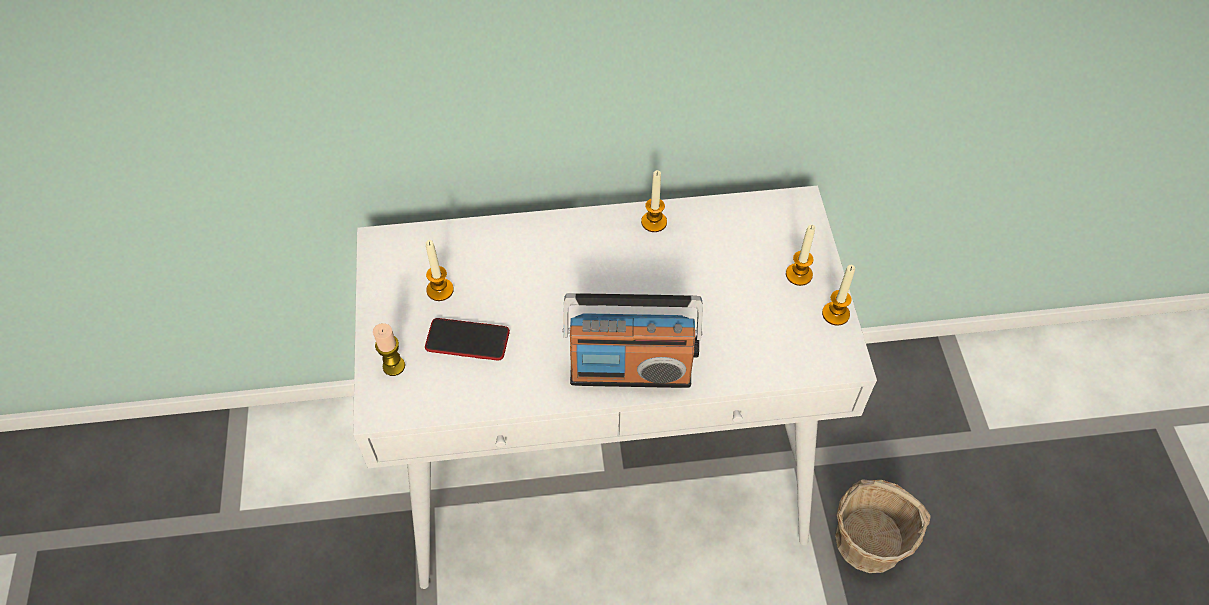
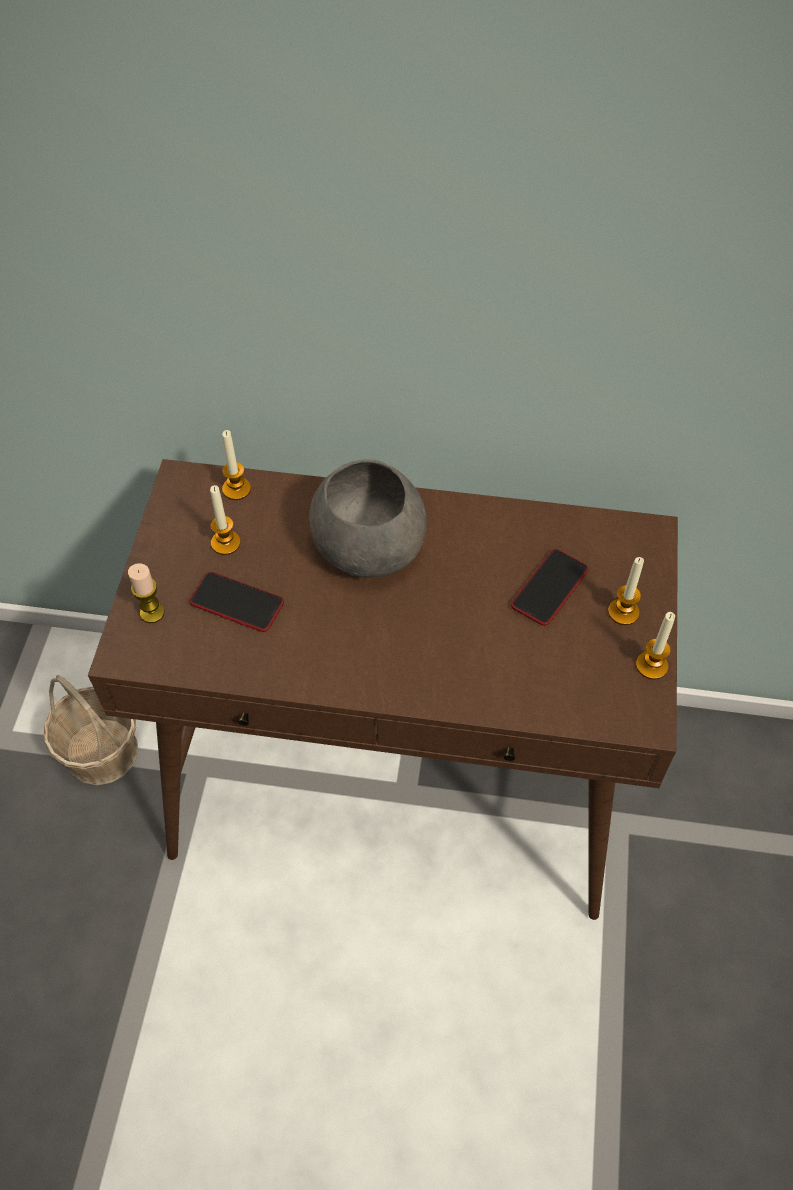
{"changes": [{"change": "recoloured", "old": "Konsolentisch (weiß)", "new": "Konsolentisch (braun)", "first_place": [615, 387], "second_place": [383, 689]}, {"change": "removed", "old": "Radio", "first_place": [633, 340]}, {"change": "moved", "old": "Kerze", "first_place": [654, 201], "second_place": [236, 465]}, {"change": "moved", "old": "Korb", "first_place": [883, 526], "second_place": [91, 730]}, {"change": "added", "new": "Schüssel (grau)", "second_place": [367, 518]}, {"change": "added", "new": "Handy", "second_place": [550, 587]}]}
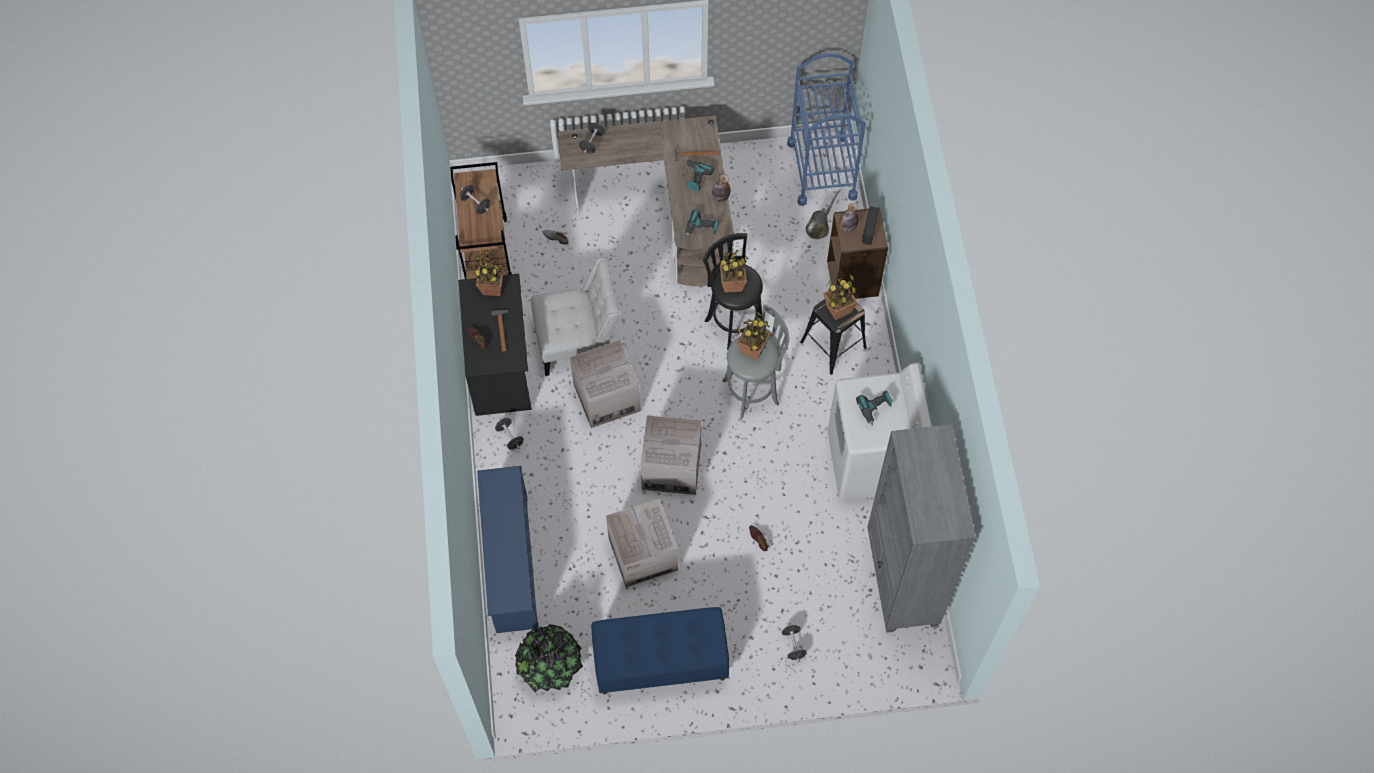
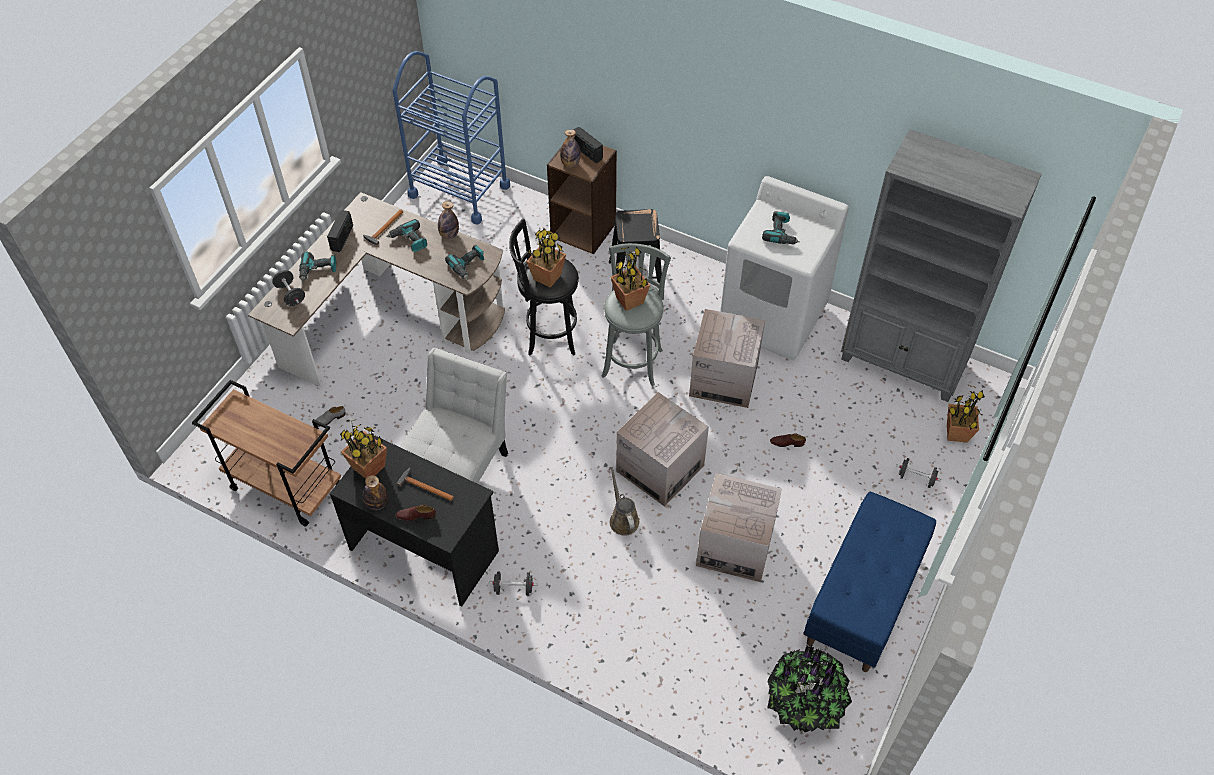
{"changes": [{"change": "removed", "old": "Hantel (schwarz)", "first_place": [475, 199]}, {"change": "removed", "old": "Schuhregal (blau)", "first_place": [508, 549]}, {"change": "moved", "old": "Karton", "first_place": [605, 384], "second_place": [727, 358]}, {"change": "moved", "old": "Gießkanne (braun)", "first_place": [823, 214], "second_place": [624, 501]}, {"change": "moved", "old": "Topfpflanze", "first_place": [840, 297], "second_place": [966, 413]}, {"change": "added", "new": "Bohrmaschine", "second_place": [317, 266]}, {"change": "added", "new": "Radio", "second_place": [340, 231]}, {"change": "added", "new": "Flasche", "second_place": [375, 492]}]}
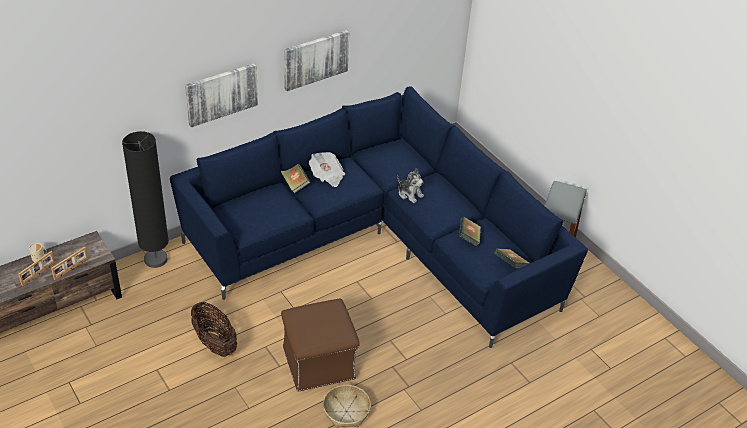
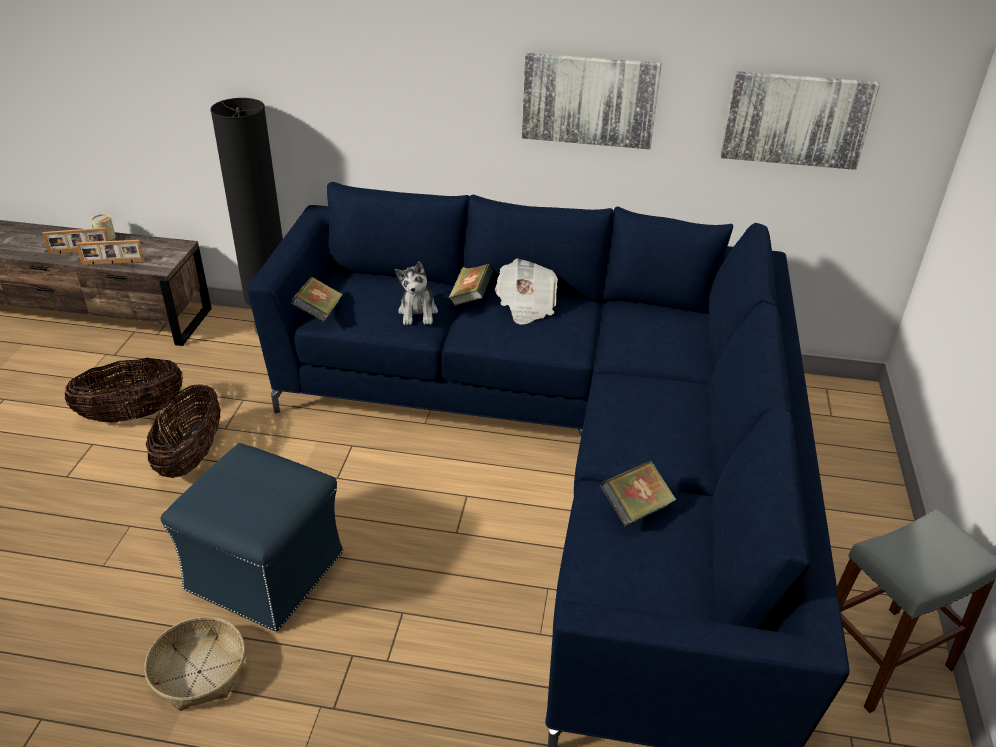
{"changes": [{"change": "moved", "old": "Bild", "first_place": [221, 95], "second_place": [800, 120]}, {"change": "recoloured", "old": "Polsterhocker (braun)", "new": "Polsterhocker (blau)", "first_place": [320, 344], "second_place": [252, 537]}, {"change": "moved", "old": "Plüschtier", "first_place": [410, 185], "second_place": [416, 293]}, {"change": "moved", "old": "Buch", "first_place": [512, 258], "second_place": [317, 299]}, {"change": "added", "new": "Korb", "second_place": [123, 390]}]}
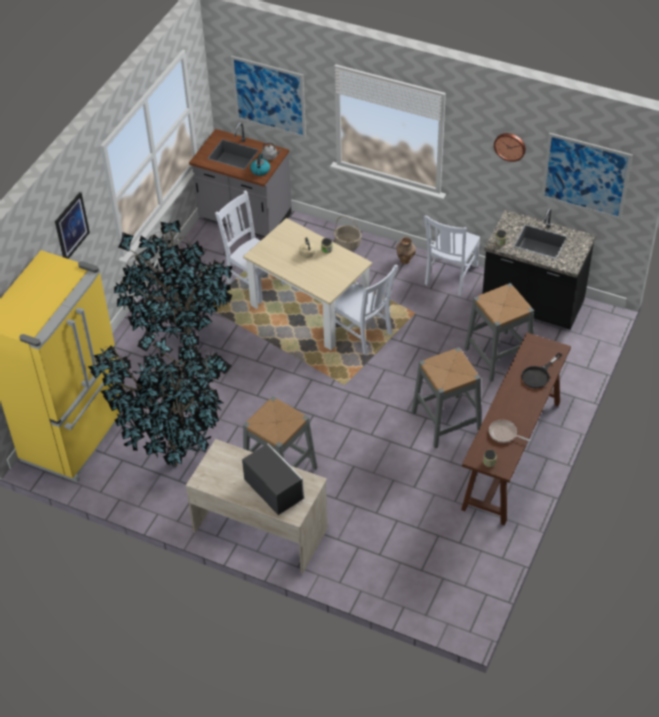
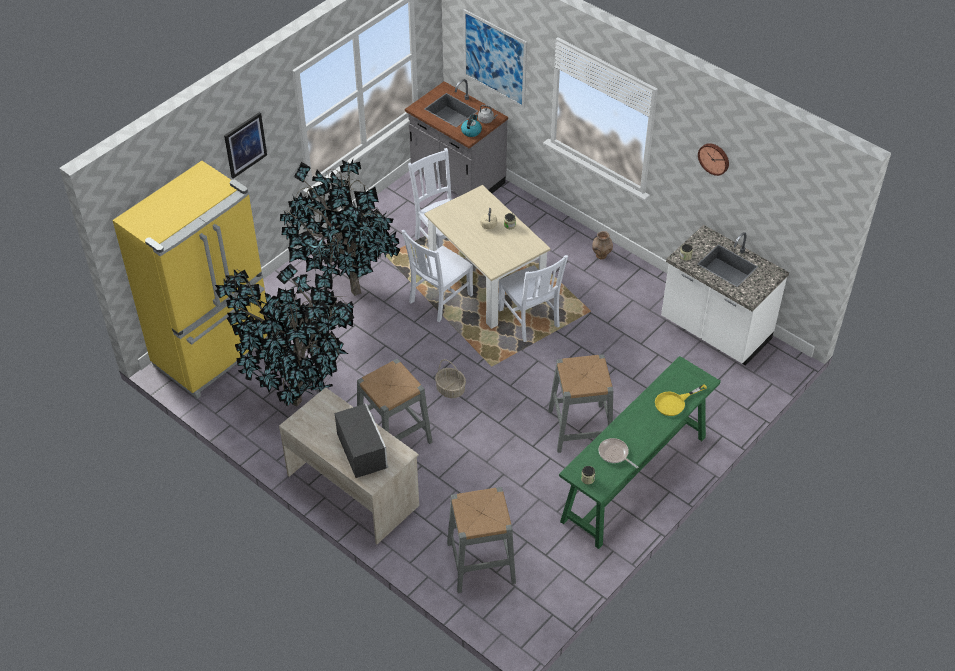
{"changes": [{"change": "moved", "old": "Korb", "first_place": [347, 233], "second_place": [450, 378]}, {"change": "moved", "old": "Stuhl (weiß)", "first_place": [452, 255], "second_place": [437, 276]}, {"change": "recoloured", "old": "Konsolentisch (braun)", "new": "Konsolentisch (grün)", "first_place": [516, 429], "second_place": [640, 452]}, {"change": "moved", "old": "Hocker (grau)", "first_place": [499, 332], "second_place": [481, 540]}, {"change": "recoloured", "old": "Küchenzeile (schwarz)", "new": "Küchenzeile (weiß)", "first_place": [539, 269], "second_place": [725, 295]}, {"change": "recoloured", "old": "Pfanne (schwarz)", "new": "Pfanne (gelb)", "first_place": [541, 370], "second_place": [681, 400]}, {"change": "removed", "old": "Bild", "first_place": [587, 176]}]}
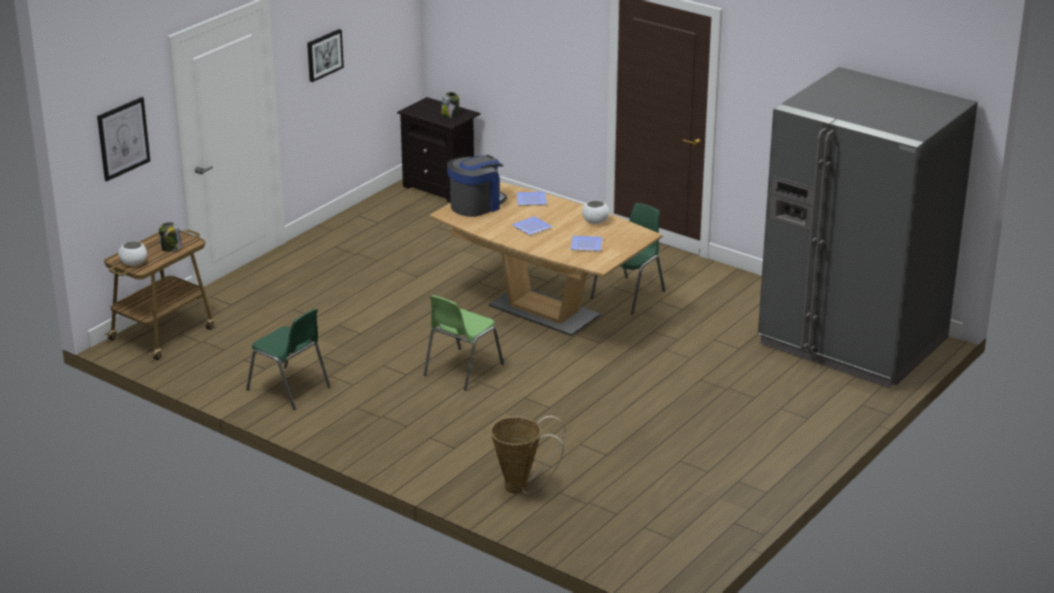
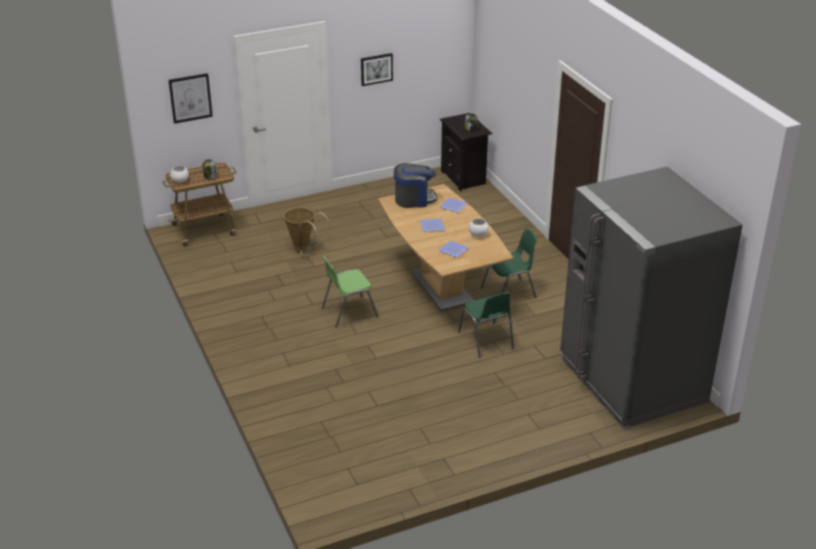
{"changes": [{"change": "moved", "old": "Stuhl (grün)", "first_place": [288, 359], "second_place": [486, 325]}, {"change": "moved", "old": "Korb", "first_place": [528, 455], "second_place": [306, 231]}]}
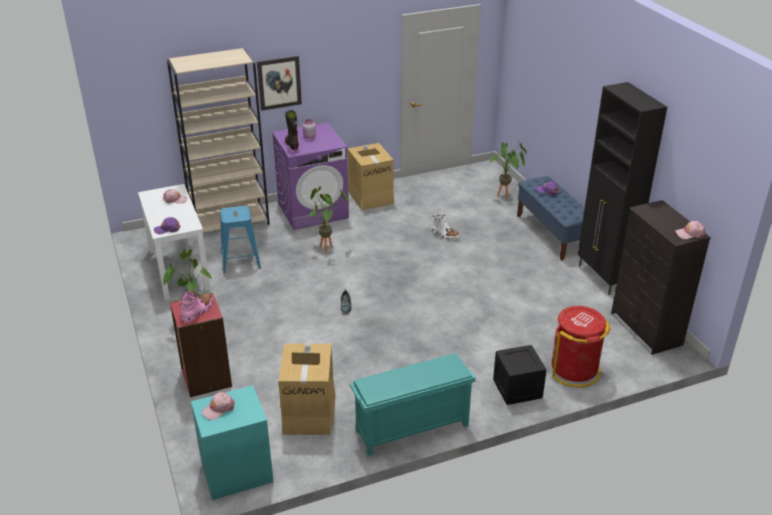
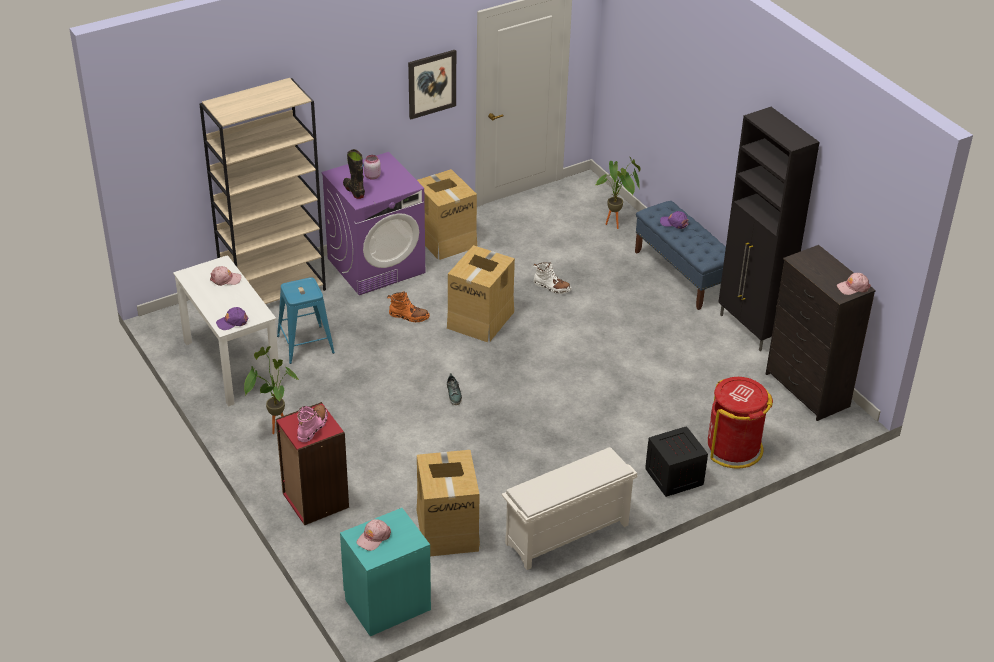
{"changes": [{"change": "moved", "old": "Bild", "first_place": [279, 83], "second_place": [432, 84]}, {"change": "replaced", "old": "Topfpflanze", "new": "Stiefel (orange)", "first_place": [329, 219], "second_place": [408, 306]}, {"change": "recoloured", "old": "Schuhregal (türkis)", "new": "Schuhregal (weiß)", "first_place": [413, 404], "second_place": [569, 508]}, {"change": "added", "new": "Karton", "second_place": [481, 293]}]}
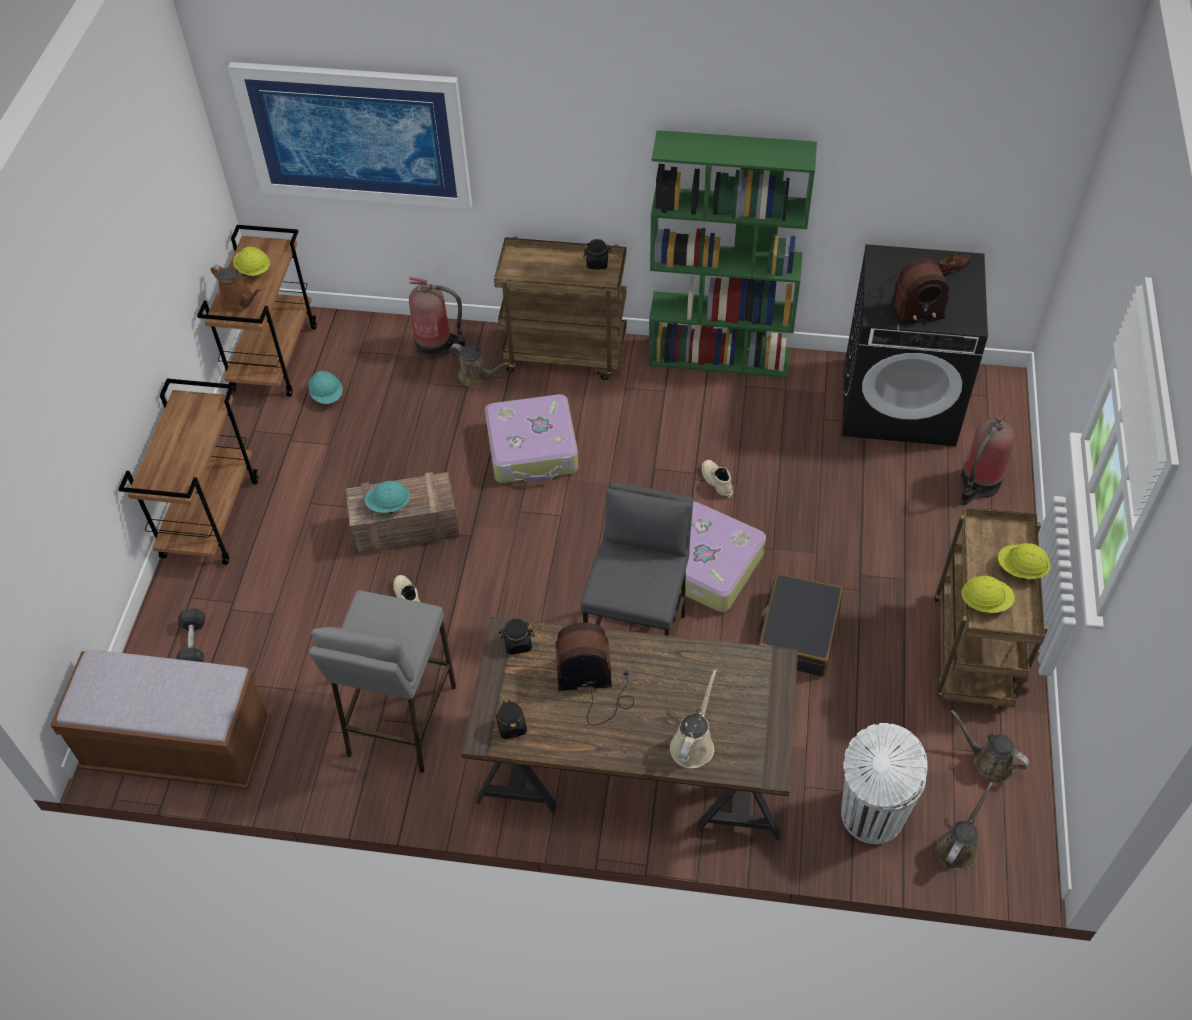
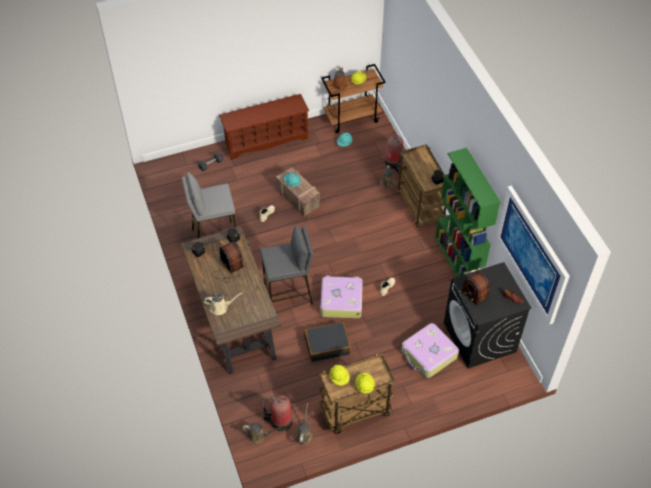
{"changes": [{"change": "removed", "old": "Bank (braun)", "first_place": [160, 719]}, {"change": "replaced", "old": "Rollwagen (braun)", "new": "Schuhregal (braun)", "first_place": [188, 472], "second_place": [264, 127]}, {"change": "moved", "old": "Bild", "first_place": [350, 135], "second_place": [533, 255]}, {"change": "moved", "old": "Koffer", "first_place": [531, 438], "second_place": [430, 350]}, {"change": "removed", "old": "Mülleimer (weiß)", "first_place": [884, 783]}, {"change": "moved", "old": "Feuerlöscher", "first_place": [987, 456], "second_place": [276, 413]}]}
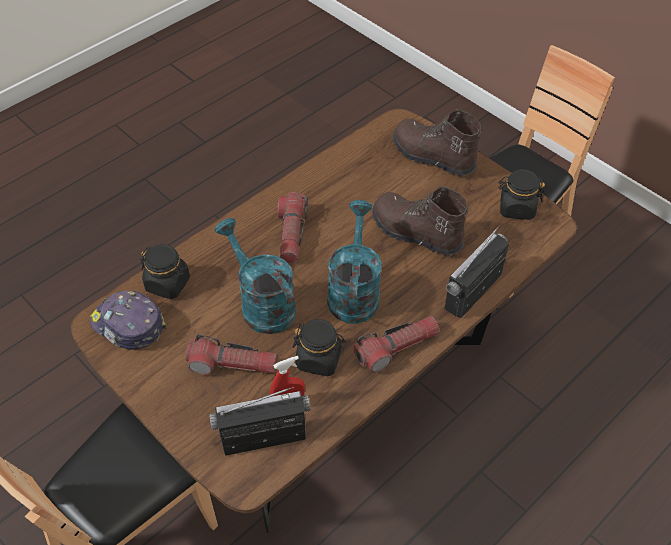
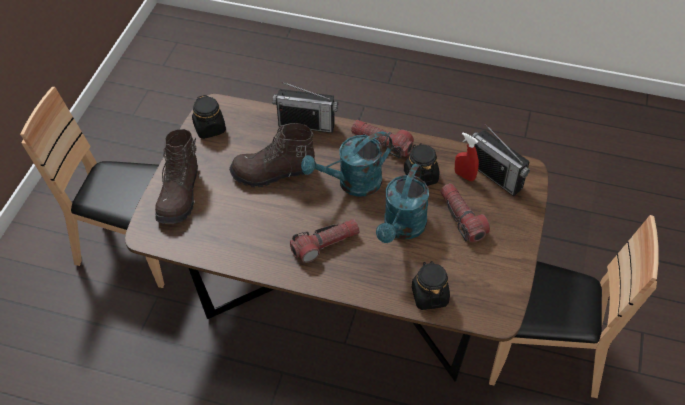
{"changes": [{"change": "removed", "old": "Kappe", "first_place": [128, 320]}, {"change": "turned", "old": "Stiefel (braun)", "first_place": [420, 221], "second_place": [272, 155], "degrees": 75}]}
